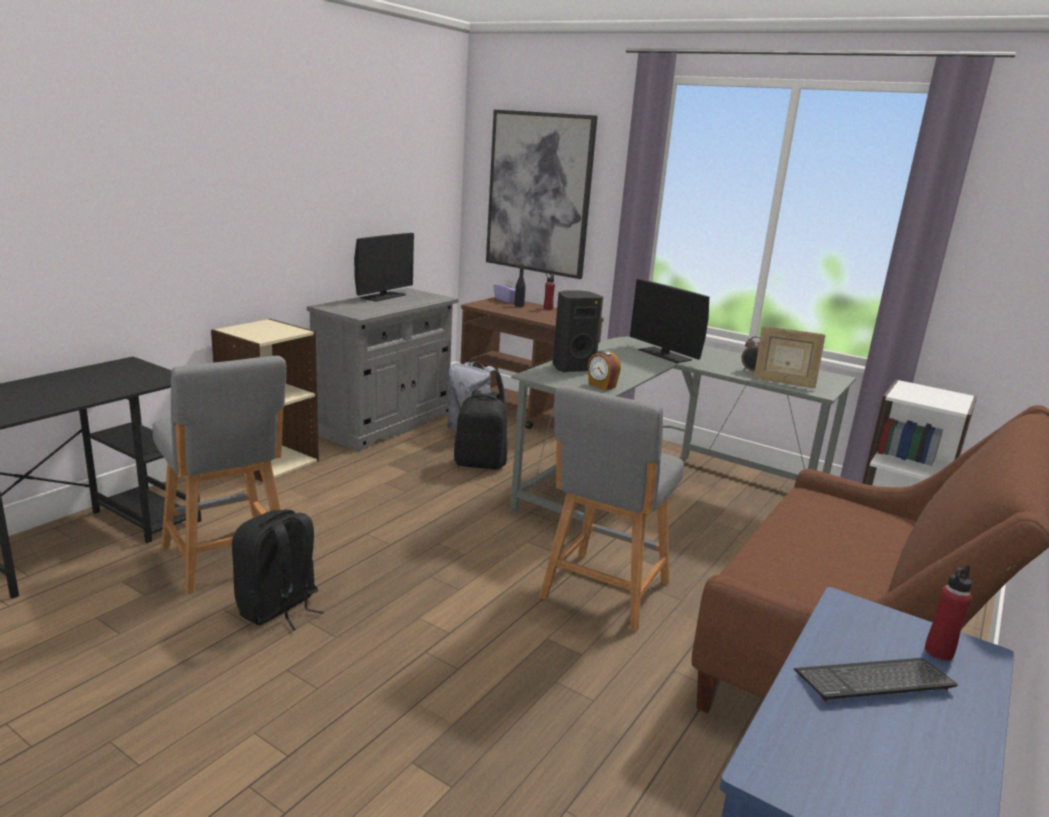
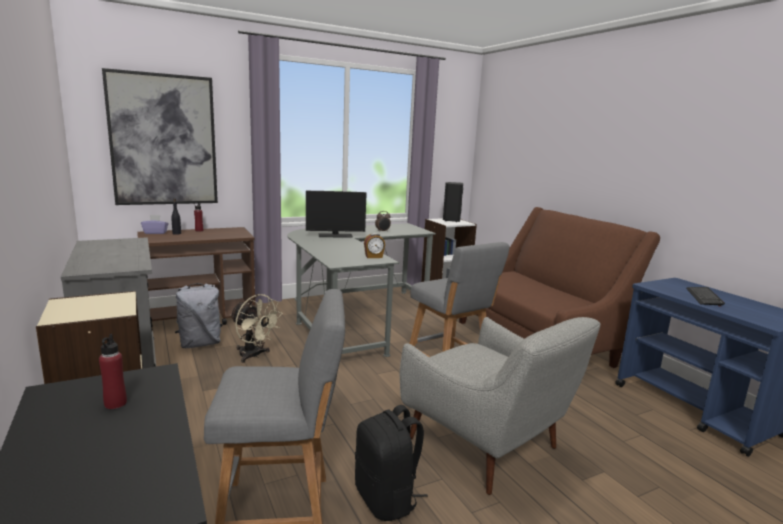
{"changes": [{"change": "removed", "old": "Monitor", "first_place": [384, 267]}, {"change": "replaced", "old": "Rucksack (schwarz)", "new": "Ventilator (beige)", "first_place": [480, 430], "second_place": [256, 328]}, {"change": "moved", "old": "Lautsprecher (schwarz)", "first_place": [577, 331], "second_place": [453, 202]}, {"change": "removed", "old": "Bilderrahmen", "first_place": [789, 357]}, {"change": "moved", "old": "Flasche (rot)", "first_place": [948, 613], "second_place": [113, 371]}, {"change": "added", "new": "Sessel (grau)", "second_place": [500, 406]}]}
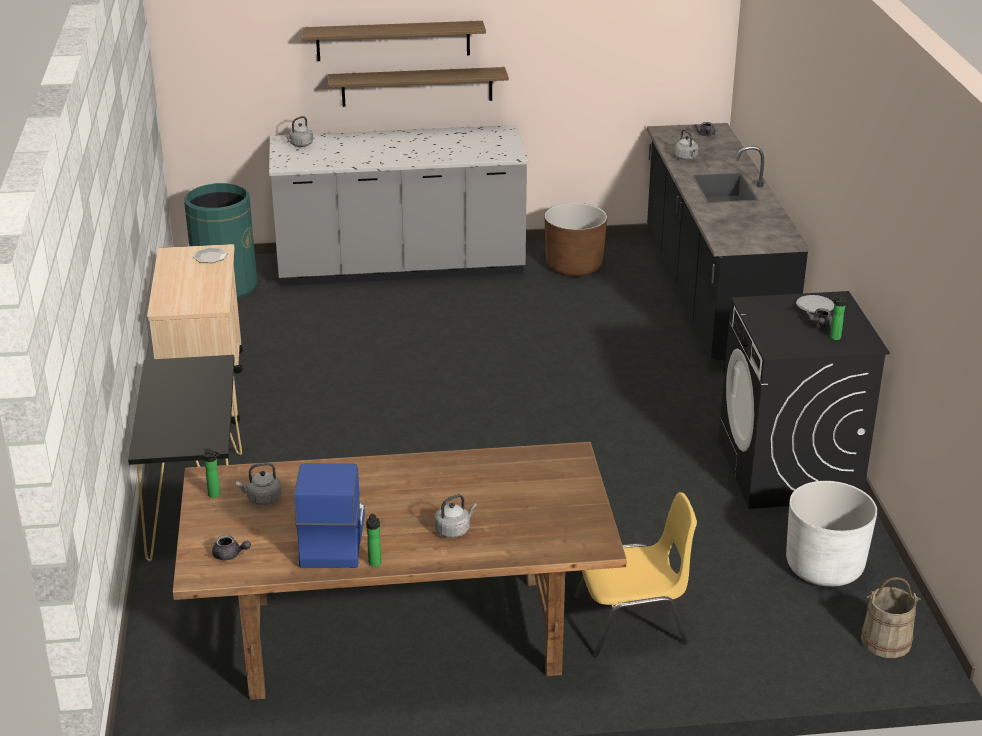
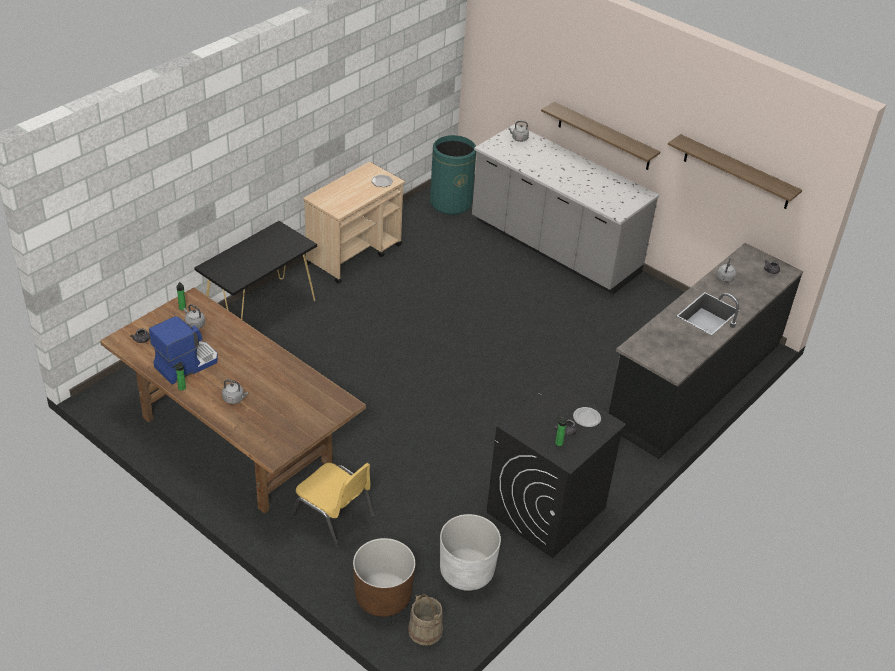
{"changes": [{"change": "moved", "old": "Wandregal", "first_place": [394, 41], "second_place": [735, 171]}, {"change": "moved", "old": "Pflanzkübel (braun)", "first_place": [576, 239], "second_place": [384, 577]}]}
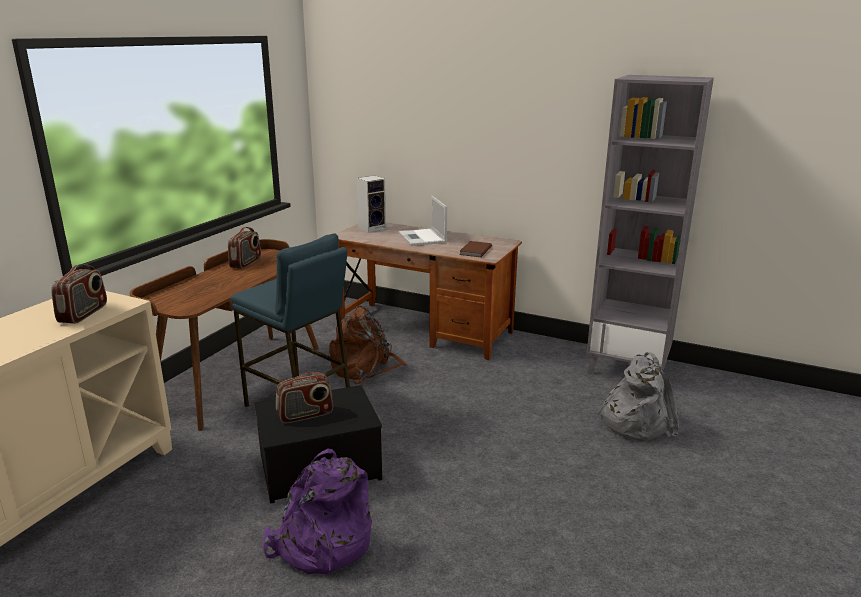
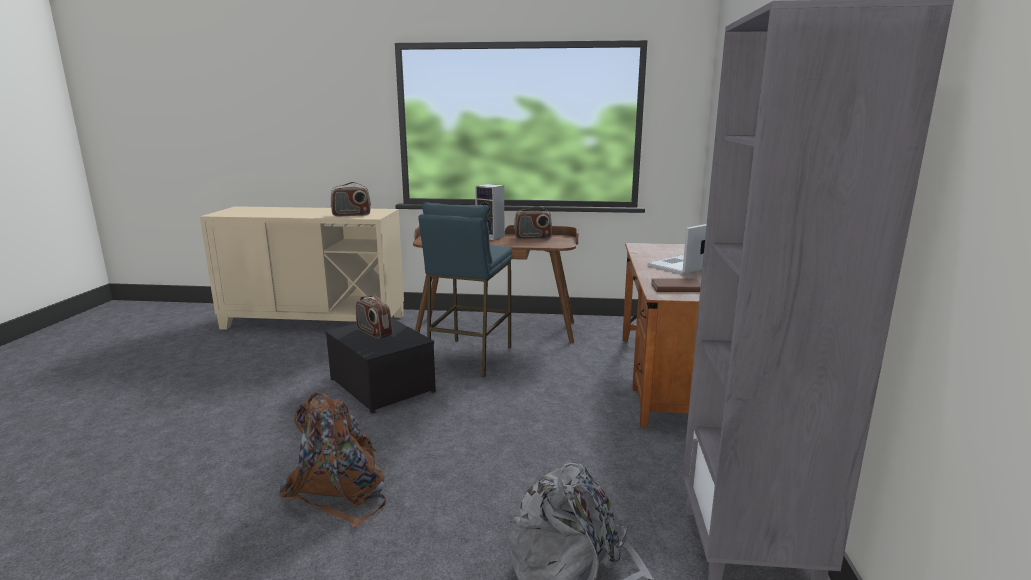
{"changes": [{"change": "removed", "old": "Rucksack (lila)", "first_place": [317, 511]}, {"change": "moved", "old": "Rucksack (braun)", "first_place": [368, 345], "second_place": [332, 460]}, {"change": "moved", "old": "Lautsprecher", "first_place": [371, 204], "second_place": [489, 212]}]}
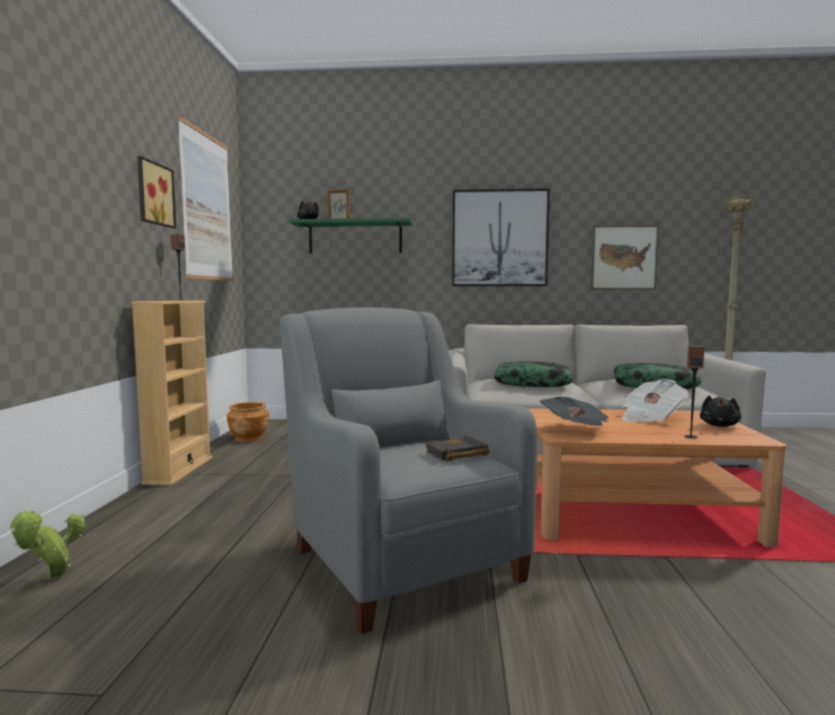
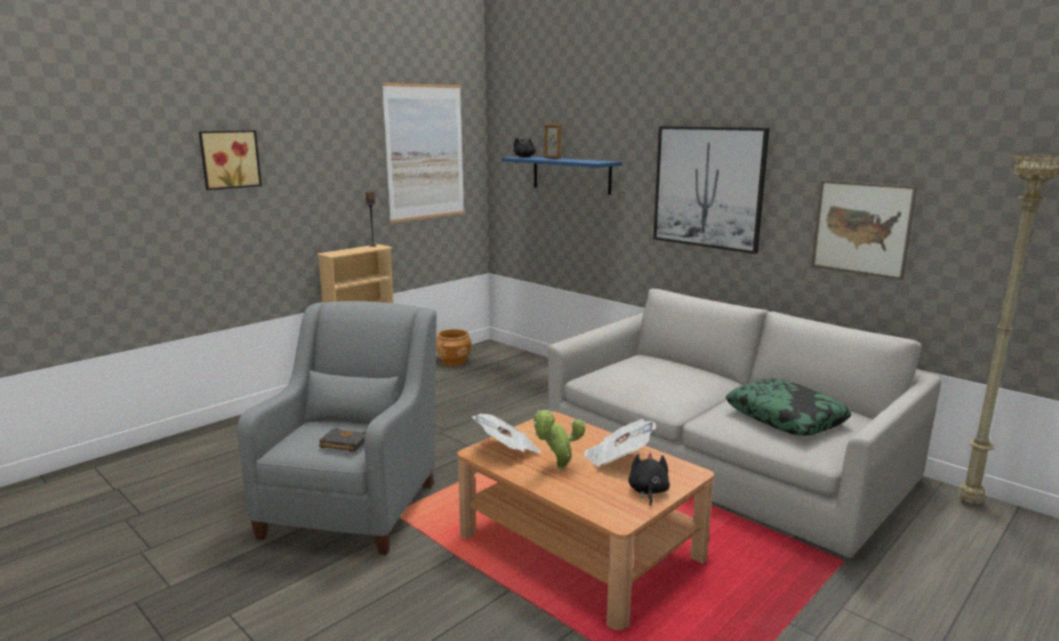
{"changes": [{"change": "moved", "old": "Topfpflanze", "first_place": [47, 545], "second_place": [559, 439]}, {"change": "moved", "old": "Bild", "first_place": [156, 192], "second_place": [230, 160]}, {"change": "recoloured", "old": "Wandregal (grün)", "new": "Wandregal (blau)", "first_place": [350, 235], "second_place": [562, 175]}, {"change": "removed", "old": "Kissen", "first_place": [533, 374]}, {"change": "removed", "old": "Lautsprecher", "first_place": [694, 392]}, {"change": "turned", "old": "Plüschtier (schwarz)", "first_place": [720, 411], "second_place": [649, 479], "degrees": 120}]}
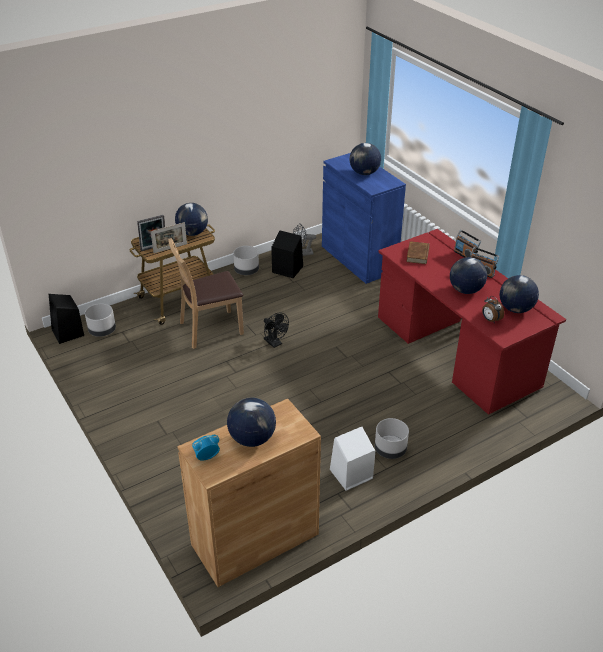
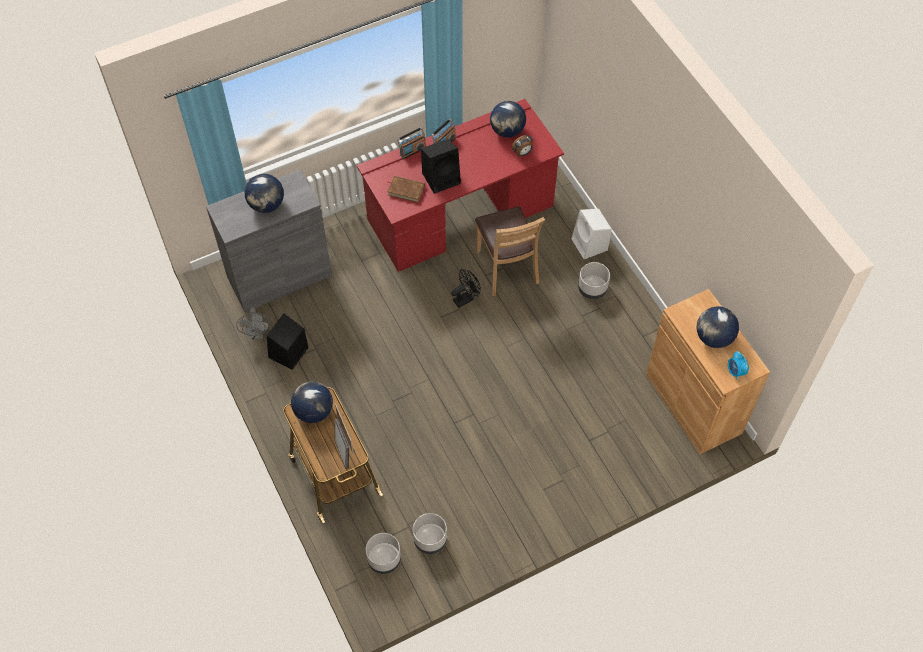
{"changes": [{"change": "moved", "old": "Lautsprecher (schwarz)", "first_place": [66, 319], "second_place": [441, 166]}, {"change": "moved", "old": "Stuhl (braun)", "first_place": [206, 293], "second_place": [510, 251]}, {"change": "moved", "old": "Pflanzkübel (grau)", "first_place": [246, 260], "second_place": [430, 533]}, {"change": "moved", "old": "Ventilator (schwarz)", "first_place": [276, 330], "second_place": [466, 288]}, {"change": "recoloured", "old": "Schrank (blau)", "new": "Schrank (grau)", "first_place": [364, 218], "second_place": [269, 241]}, {"change": "moved", "old": "Lautsprecher (weiß)", "first_place": [352, 459], "second_place": [591, 234]}, {"change": "removed", "old": "Globus", "first_place": [468, 275]}]}
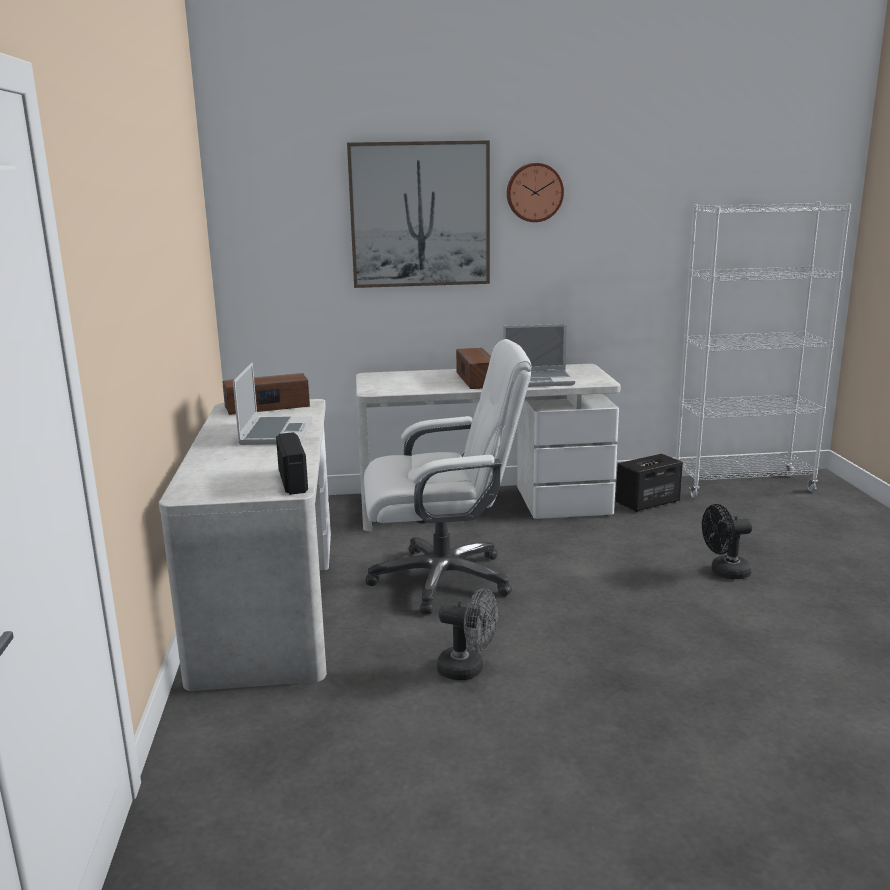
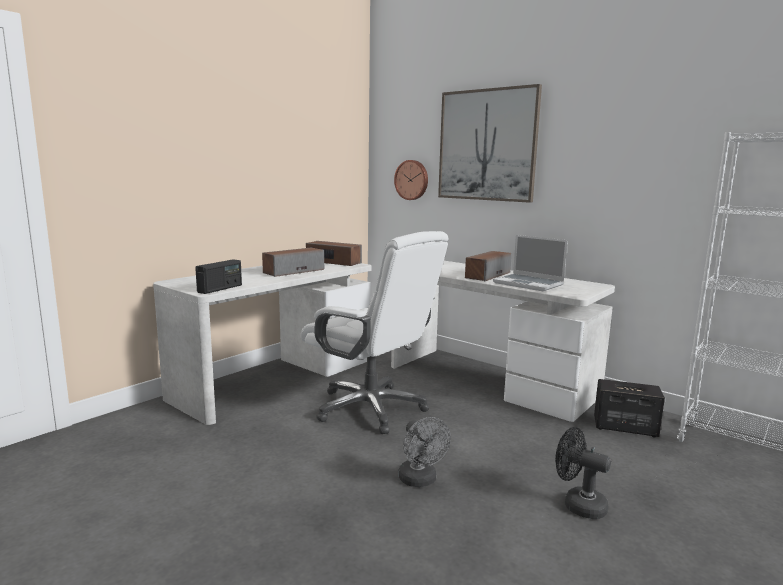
{"changes": [{"change": "replaced", "old": "Laptop", "new": "Lautsprecher", "first_place": [272, 404], "second_place": [293, 262]}, {"change": "moved", "old": "Ventilator (grau)", "first_place": [467, 634], "second_place": [424, 452]}, {"change": "moved", "old": "Wanduhr", "first_place": [535, 192], "second_place": [411, 180]}]}
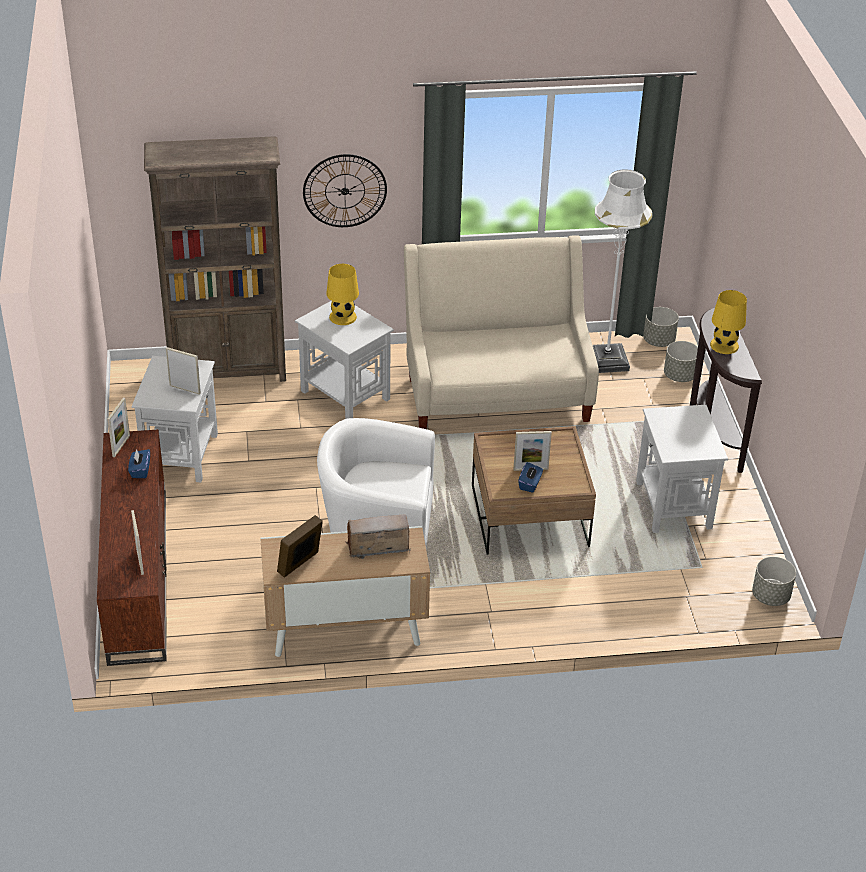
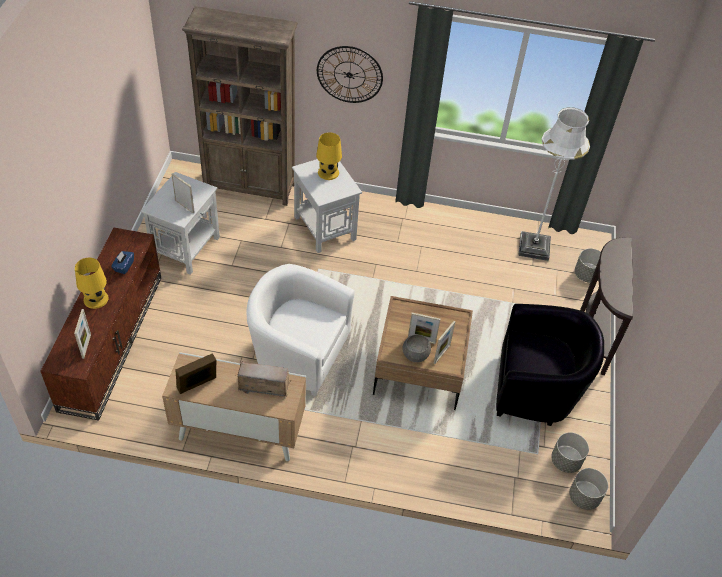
{"changes": [{"change": "moved", "old": "Bilderrahmen", "first_place": [118, 427], "second_place": [444, 342]}, {"change": "removed", "old": "Sofa (beige)", "first_place": [501, 332]}, {"change": "replaced", "old": "Taschentuchbox (blau)", "new": "Schüssel (grau)", "first_place": [530, 477], "second_place": [416, 348]}, {"change": "replaced", "old": "Beistelltisch (weiß)", "new": "Sessel (schwarz)", "first_place": [682, 469], "second_place": [550, 365]}, {"change": "moved", "old": "Pflanzkübel (grau)", "first_place": [661, 327], "second_place": [570, 452]}, {"change": "moved", "old": "Tischlampe (gelb)", "first_place": [728, 322], "second_place": [92, 283]}]}
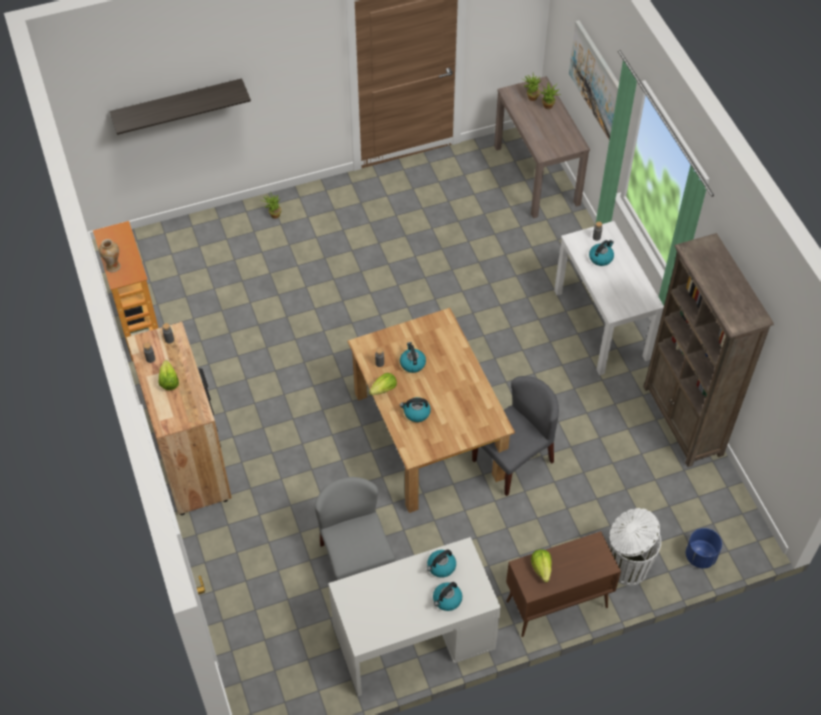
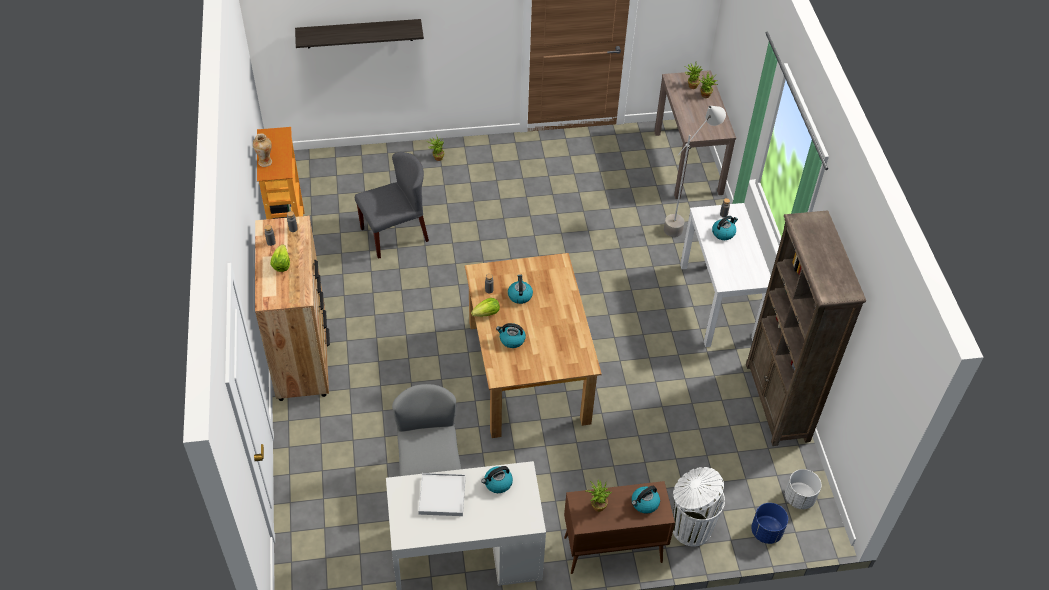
{"changes": [{"change": "moved", "old": "Wasserkessel", "first_place": [447, 596], "second_place": [646, 500]}, {"change": "moved", "old": "Stuhl (grau)", "first_place": [515, 436], "second_place": [392, 205]}, {"change": "replaced", "old": "Salatkopf", "new": "Topfpflanze", "first_place": [541, 565], "second_place": [599, 496]}, {"change": "removed", "old": "Bild", "first_place": [594, 80]}, {"change": "added", "new": "Tablett (weiß)", "second_place": [442, 494]}, {"change": "added", "new": "Stehlampe (grau)", "second_place": [695, 171]}, {"change": "added", "new": "Pflanzkübel (weiß)", "second_place": [803, 489]}]}
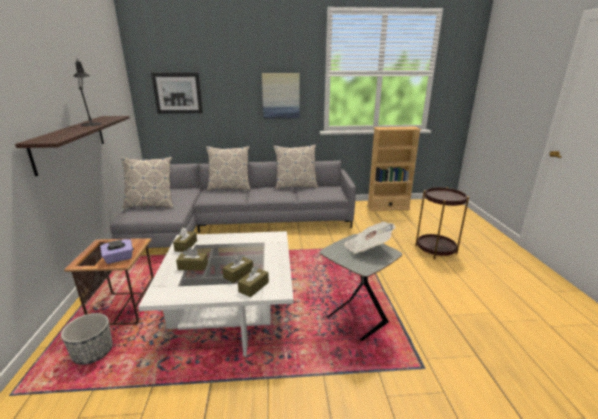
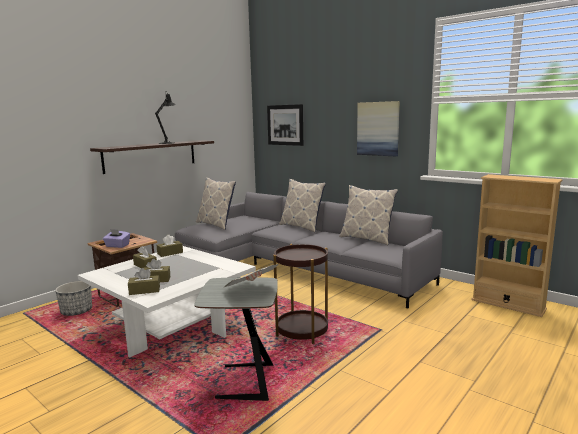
{"changes": [{"change": "moved", "old": "Beistelltisch (braun)", "first_place": [442, 223], "second_place": [300, 294]}]}
